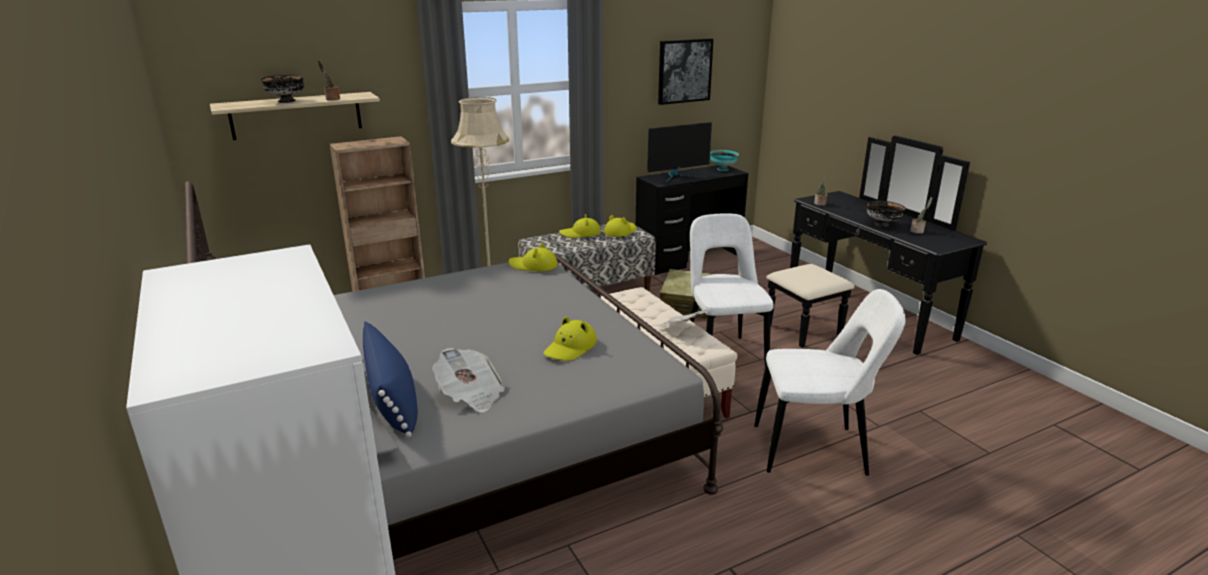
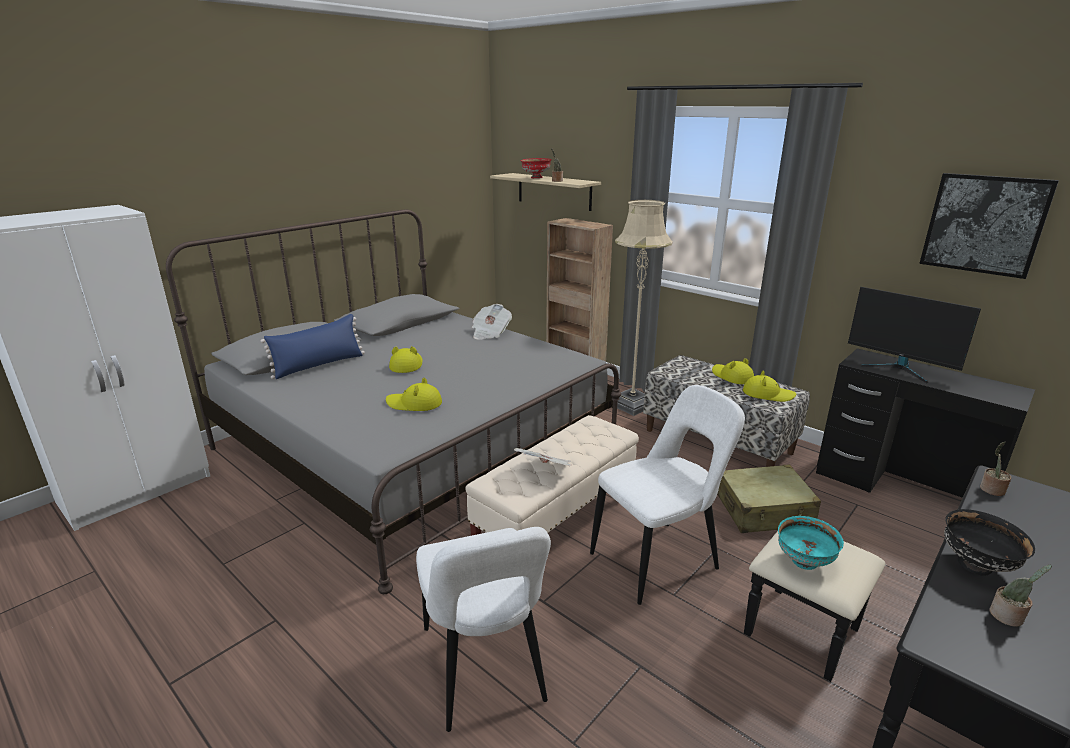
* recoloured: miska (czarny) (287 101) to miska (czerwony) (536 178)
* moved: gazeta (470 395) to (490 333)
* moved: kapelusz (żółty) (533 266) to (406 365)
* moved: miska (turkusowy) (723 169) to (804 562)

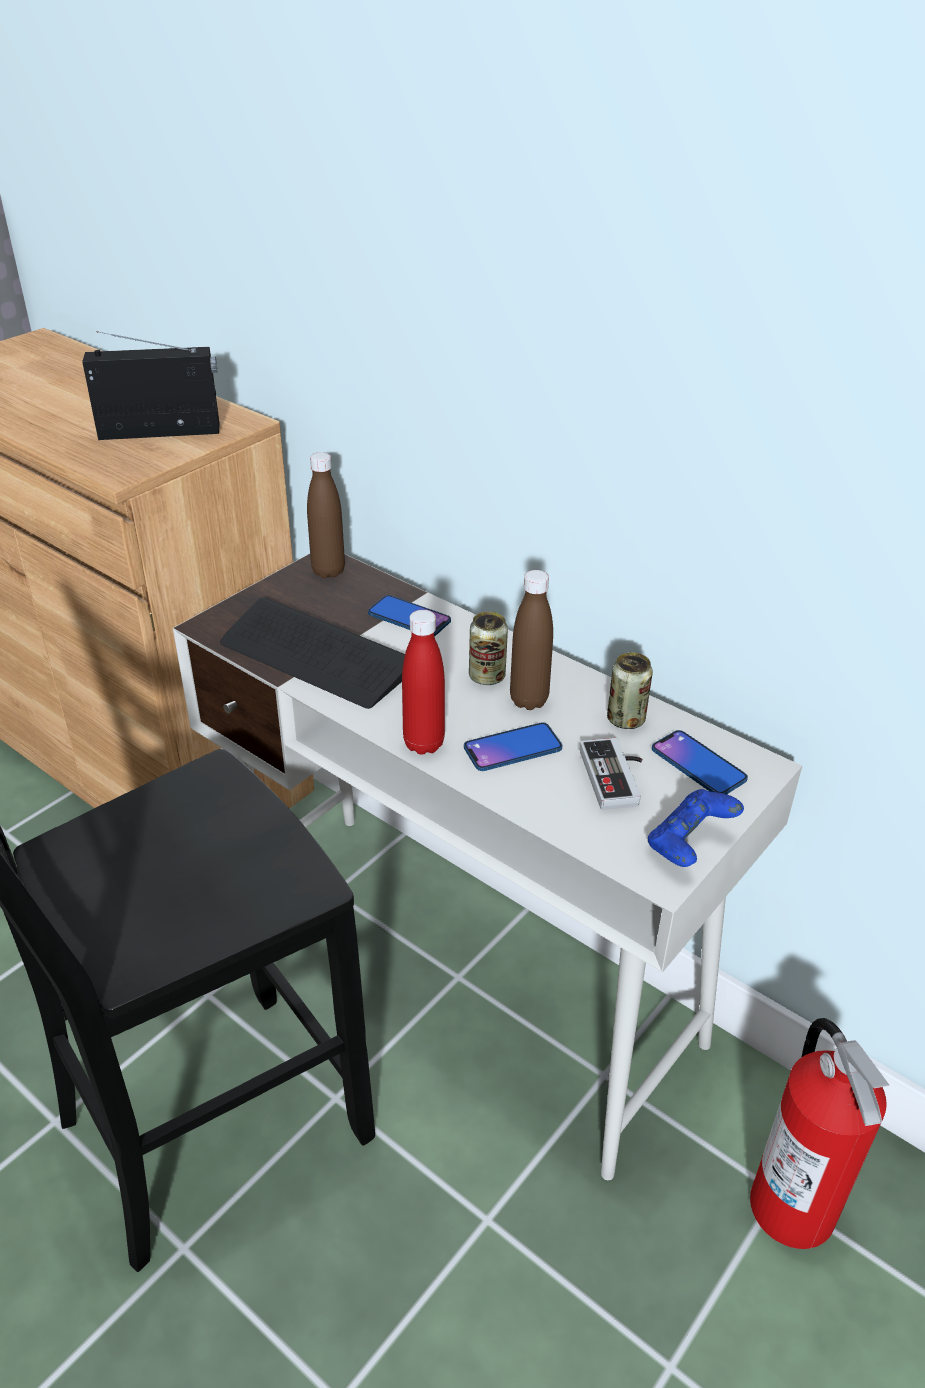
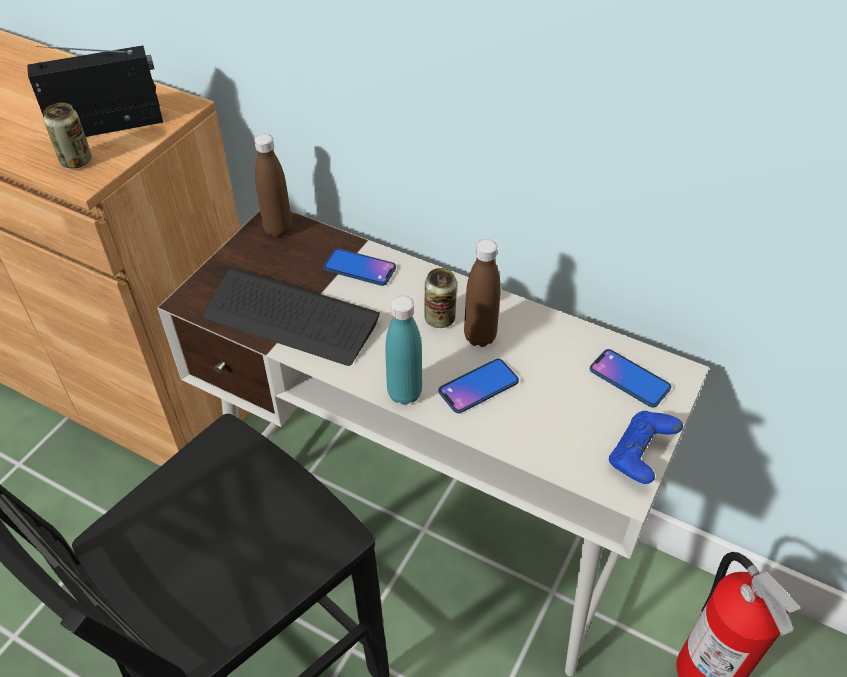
* recoloured: butelka (czerwony) (424 743) to butelka (turkusowy) (404 393)
* removed: pad do gier (617 777)
* moved: puszka (625 719) to (76 161)

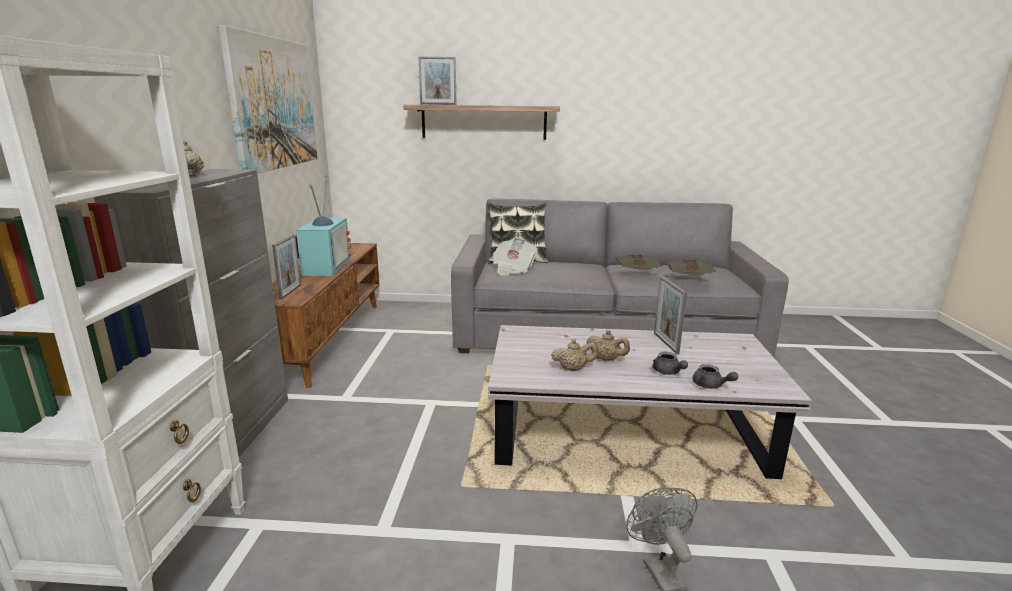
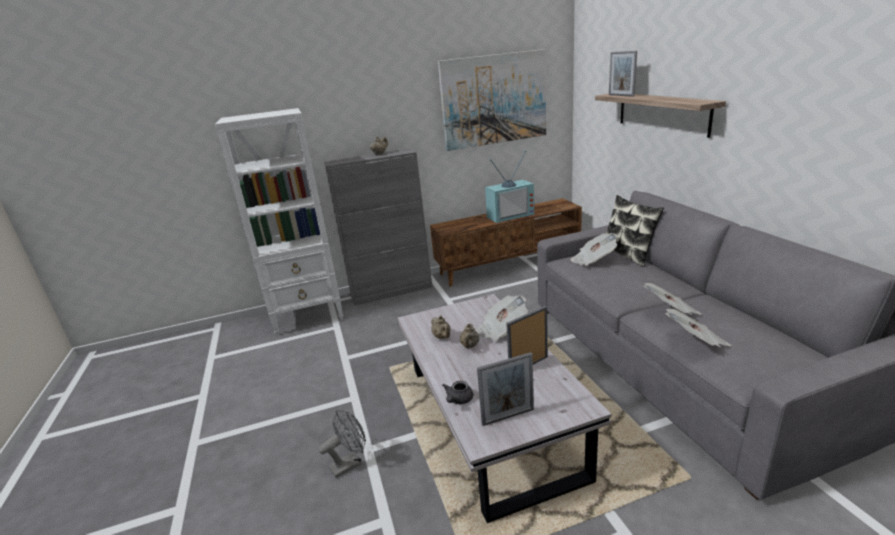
* moved: ramka na zdjęcie (290 292) to (508 417)
* removed: imbryk (szary) (668 372)
* added: gazeta (501 330)

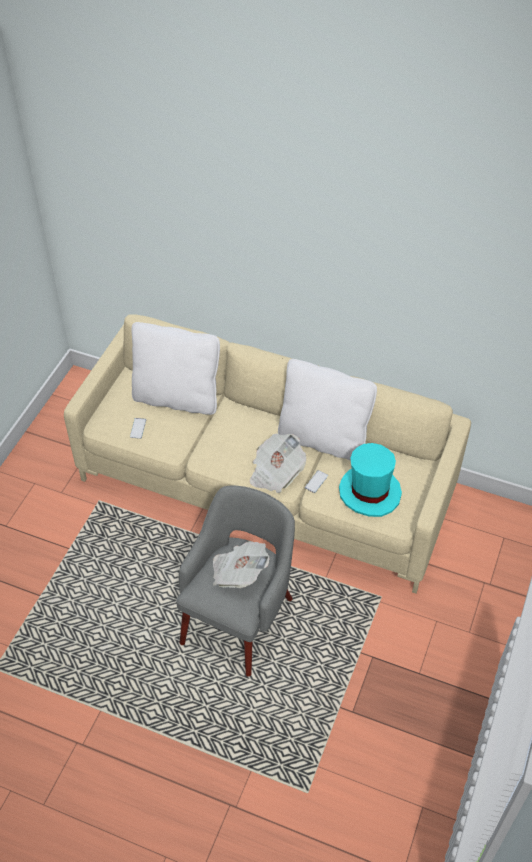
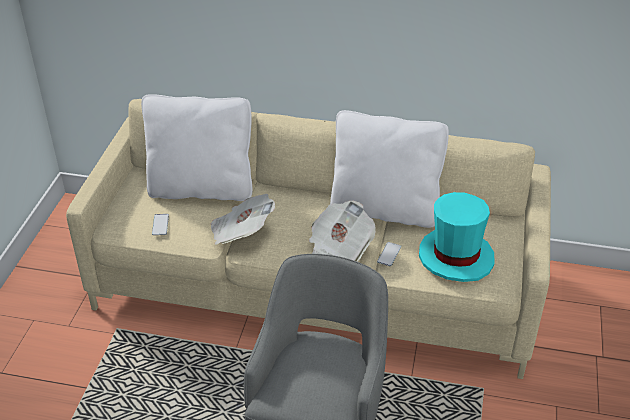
* moved: gazeta (238 572) to (241 232)

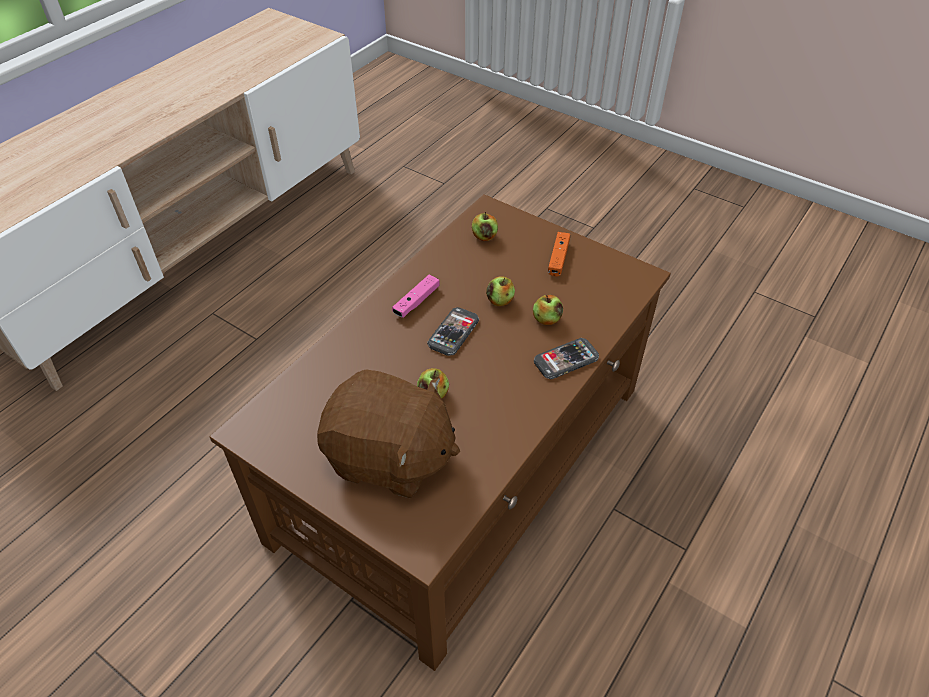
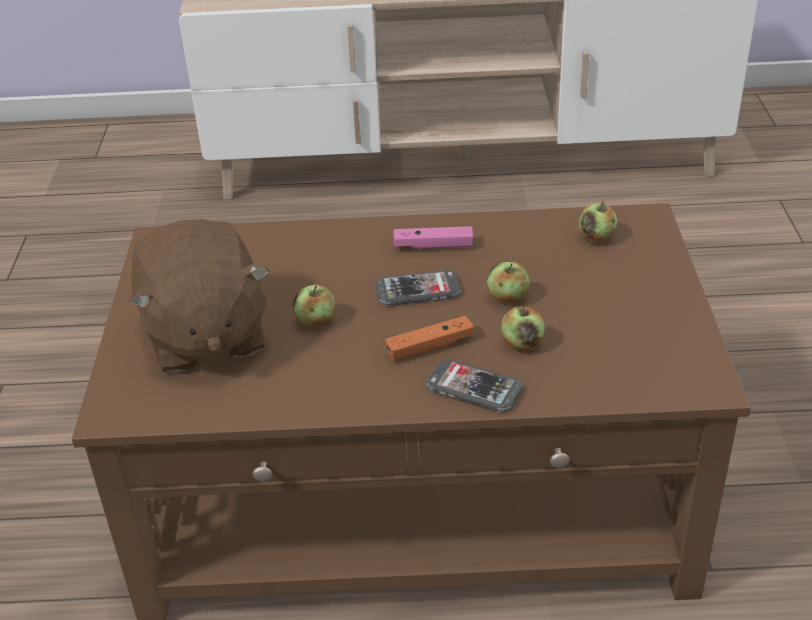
* moved: pad do gier (pomarańczowy) (558 258) to (430 346)

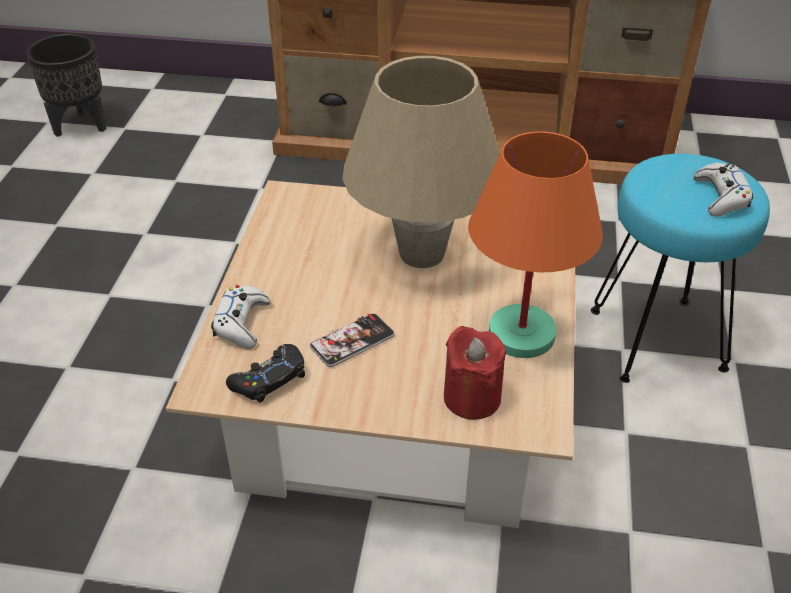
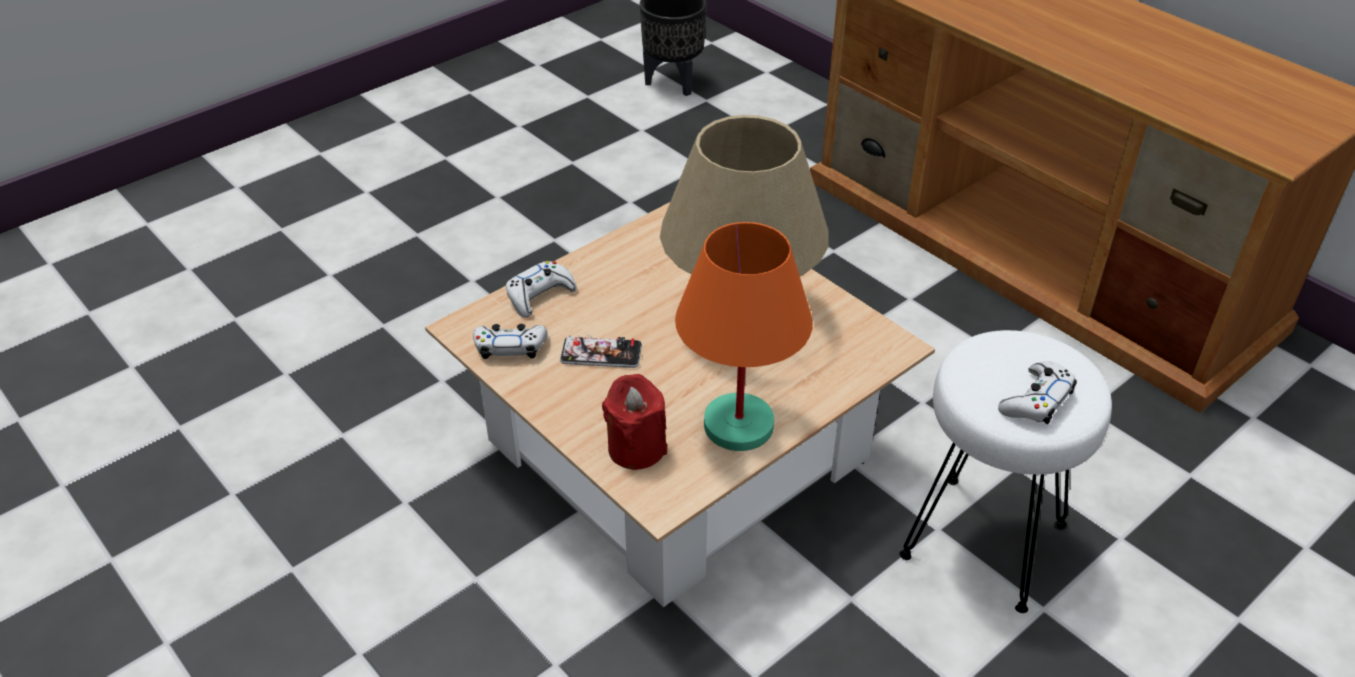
* recoloured: pad do gier (czarny) (269 379) to pad do gier (biały) (510 347)
* recoloured: stołek (turkusowy) (656 341) to stołek (biały) (982 543)

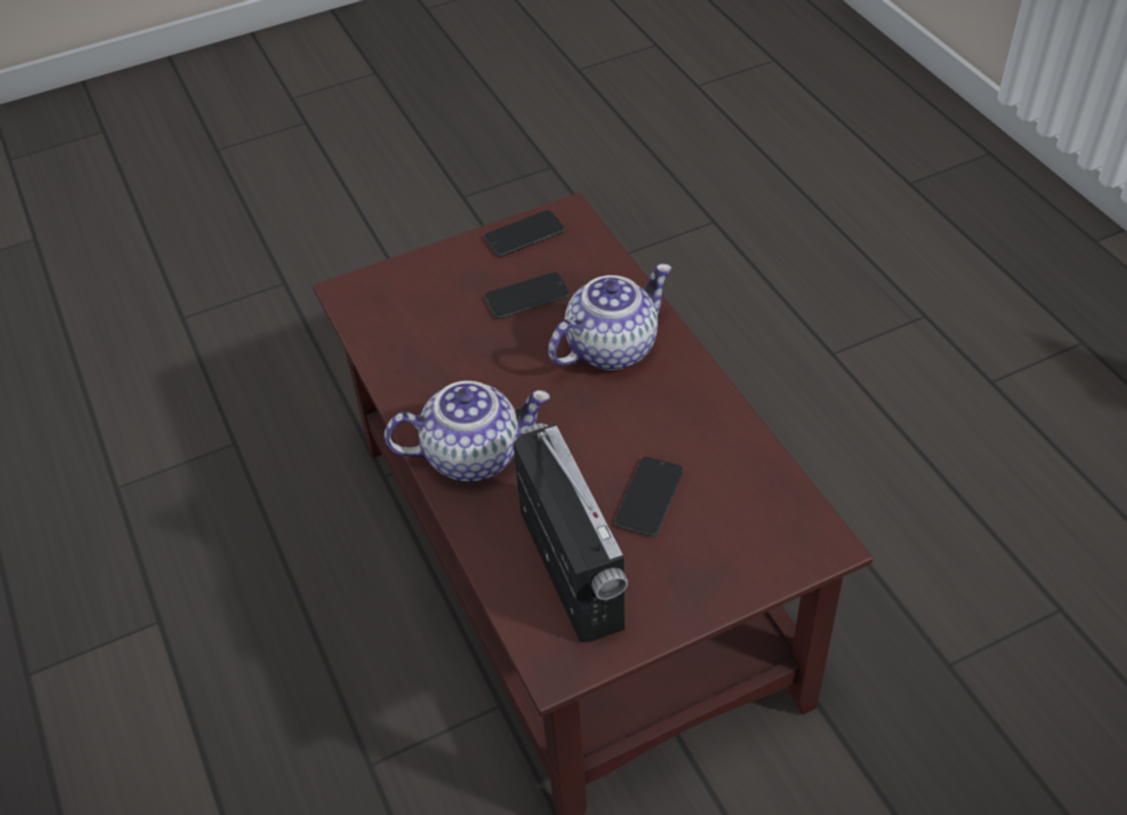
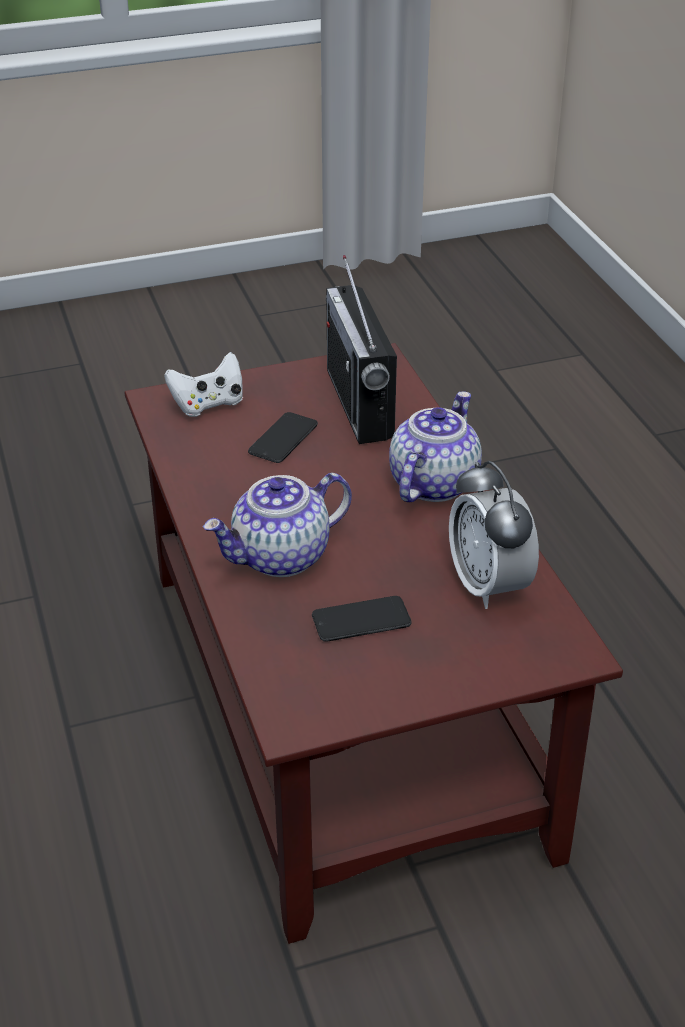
* turned: imbryk (473 454) = (432 483) 120 degrees clockwise
* removed: telefon (524 234)
* added: pad do gier (biały) (208 404)
* added: budzik (488 585)

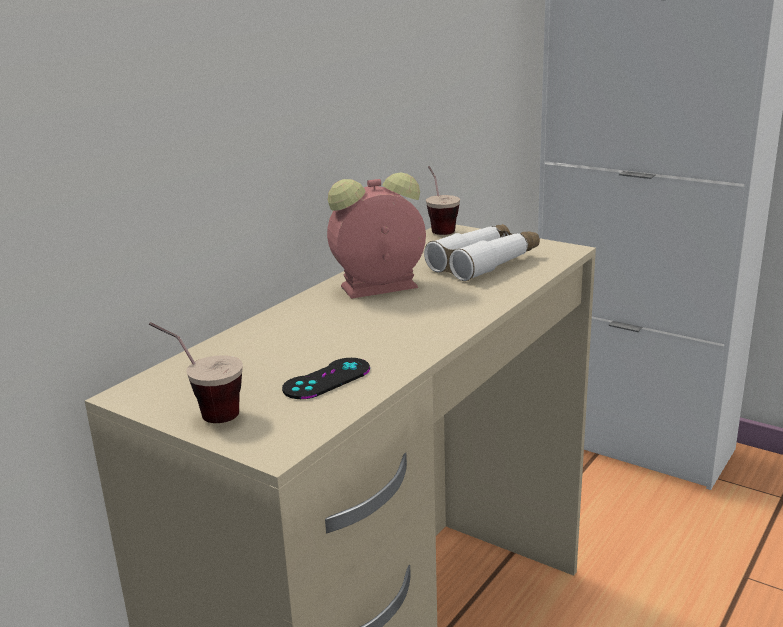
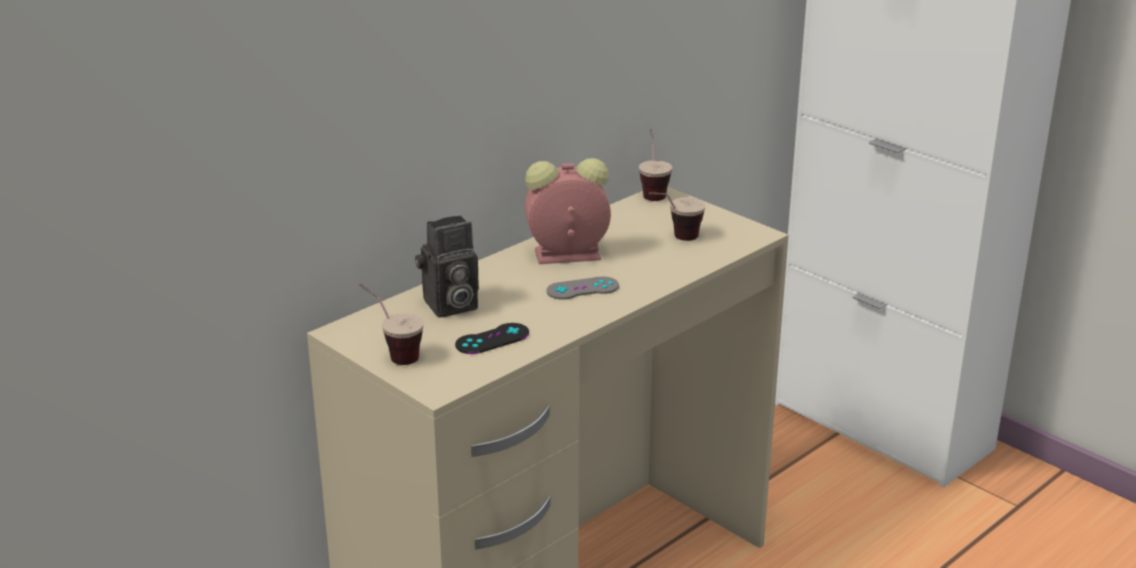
* replaced: lornetka (biały) (484 262) to filiżanka (674 239)
* added: aparat fotograficzny (449 306)
* added: pad do gier (szary) (582 289)

